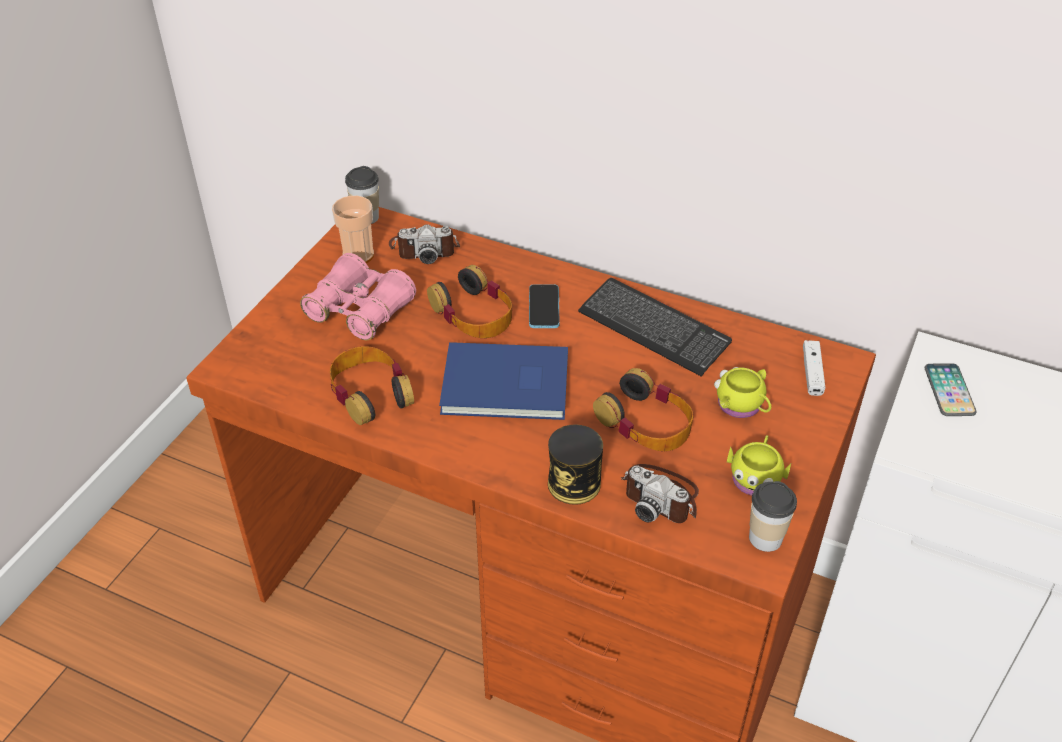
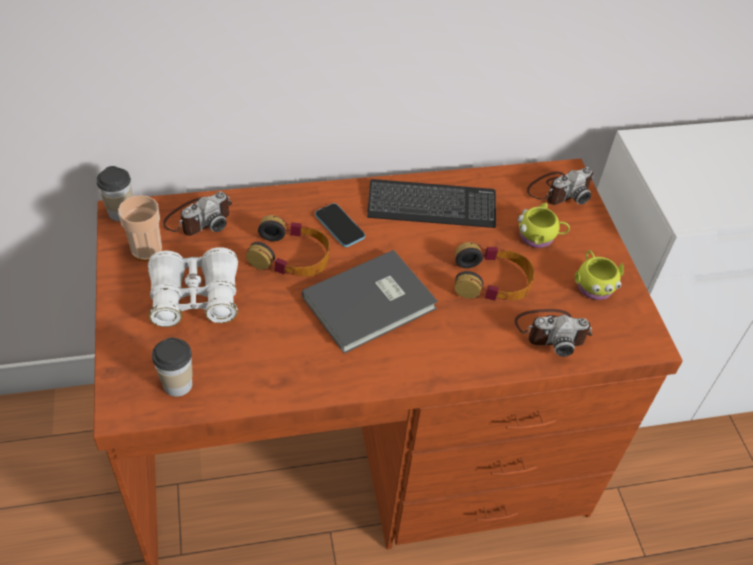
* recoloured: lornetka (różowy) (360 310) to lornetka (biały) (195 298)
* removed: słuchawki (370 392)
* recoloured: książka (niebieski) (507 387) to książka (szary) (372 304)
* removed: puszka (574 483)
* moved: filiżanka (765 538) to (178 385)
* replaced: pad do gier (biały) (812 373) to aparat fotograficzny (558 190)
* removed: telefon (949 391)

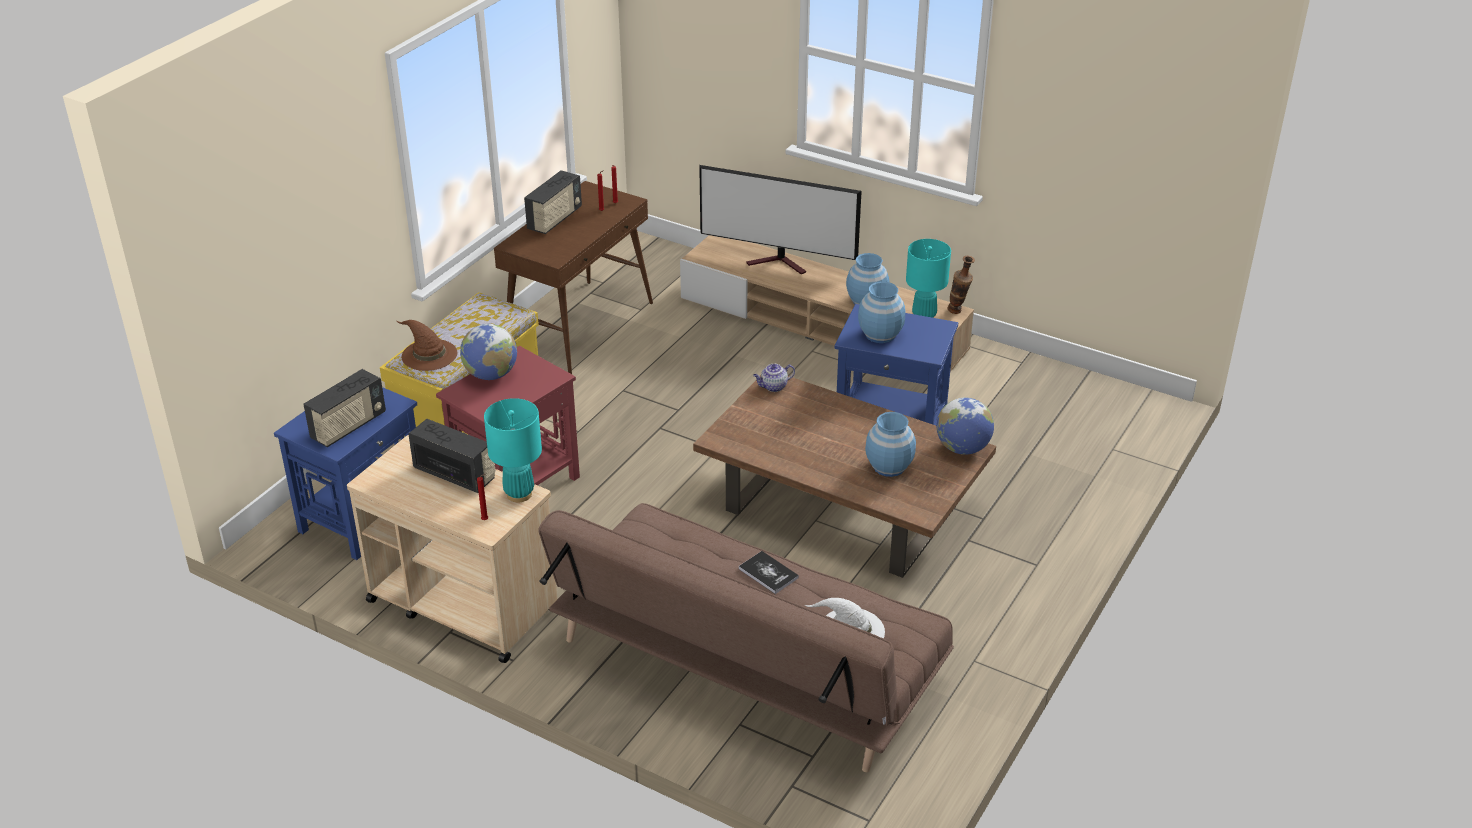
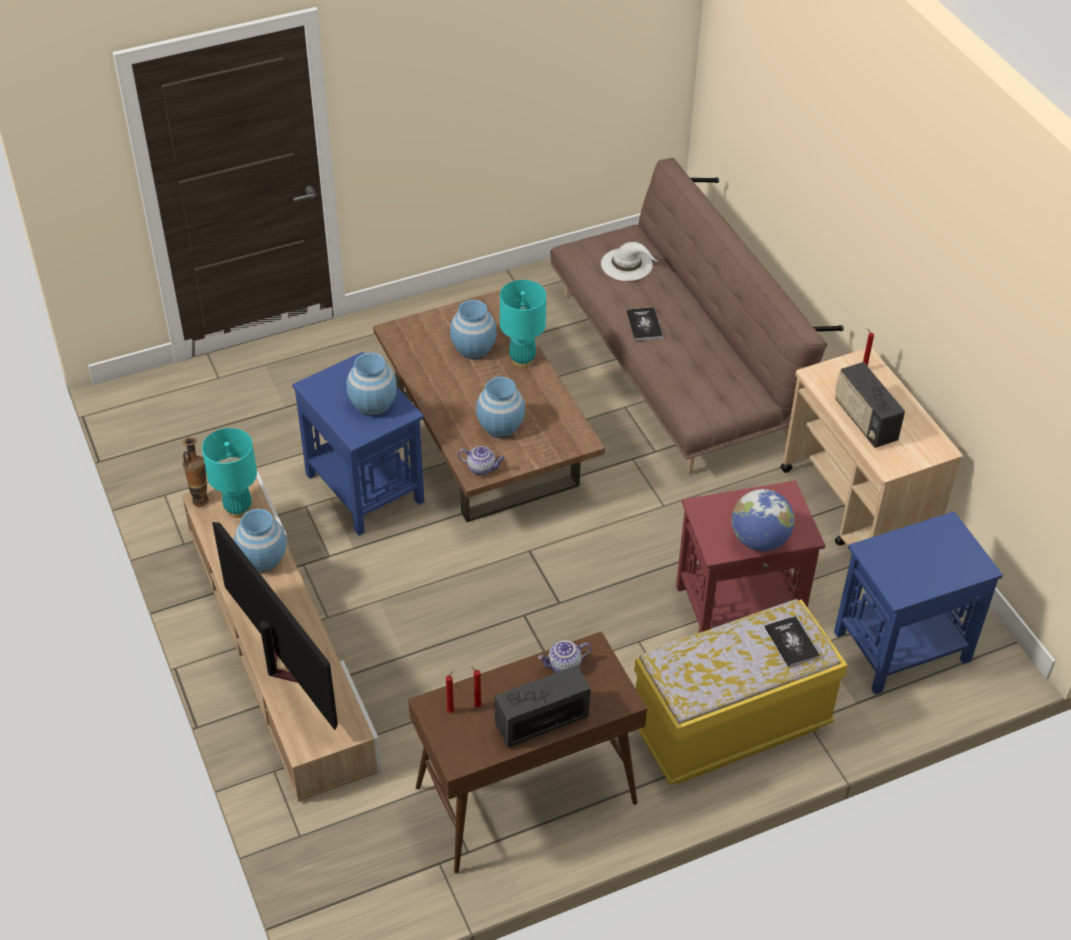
* removed: radio (348 426)
* replaced: kapelusz (brązowy) (428 354) to książka (791 642)
* moved: lampa stołowa (turkusowy) (519 494) to (522 360)
* removed: globus (962 448)
* added: wazon (niebieski) (500 426)
* added: imbryk (564 666)

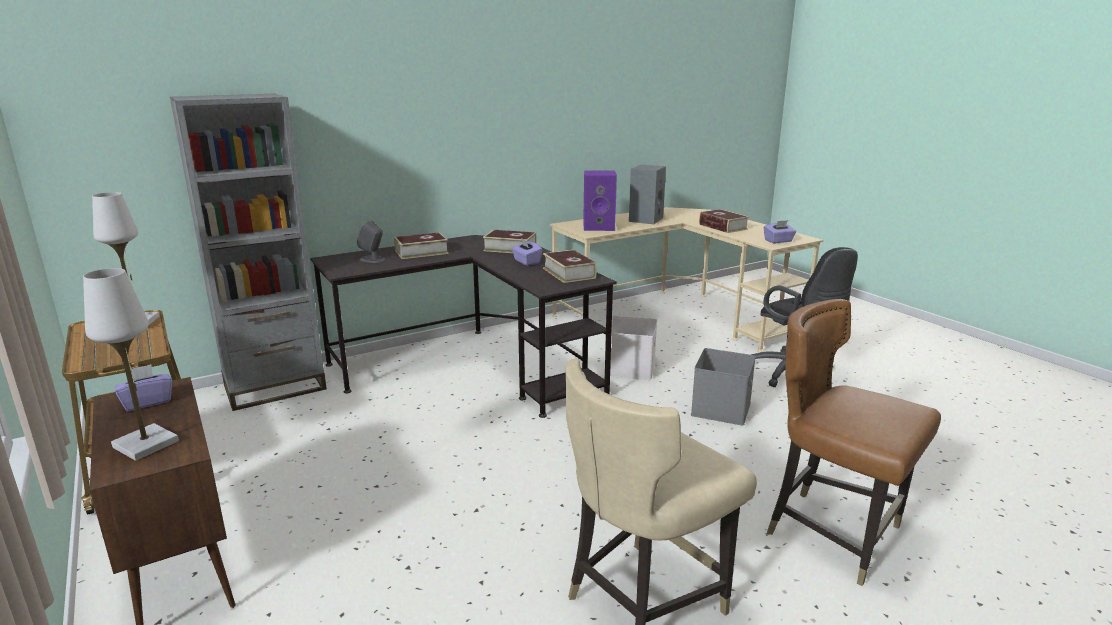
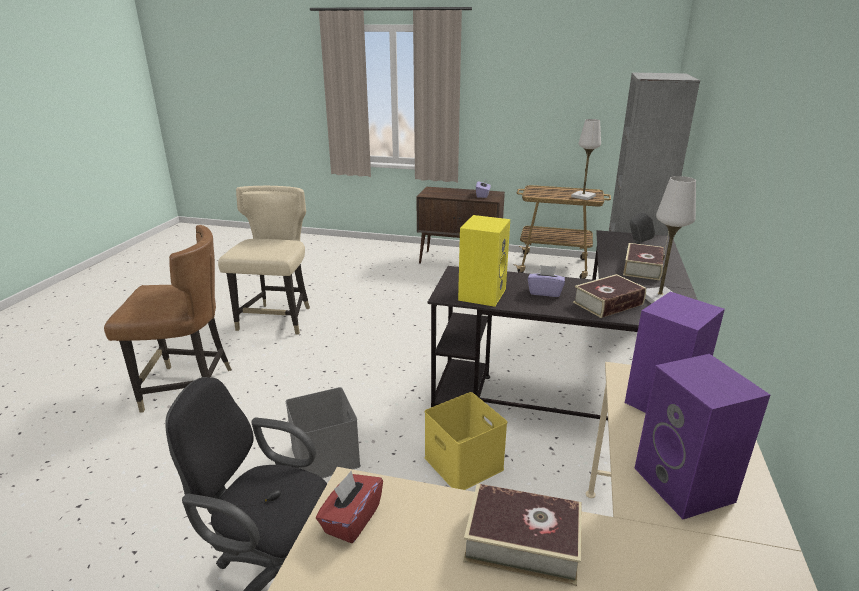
* moved: lampa stołowa (biały) (146 444) to (659 298)
* replaced: książka (569 273) to głośnik (żółty) (481 294)
* recoloured: pojemnik do przechowywania (biały) (631 368) to pojemnik do przechowywania (żółty) (461 463)
* recoloured: głośnik (szary) (645 219) to głośnik (fioletowy) (686 485)
* recoloured: pudełko chusteczek (fioletowy) (778 241) to pudełko chusteczek (czerwony) (351 520)

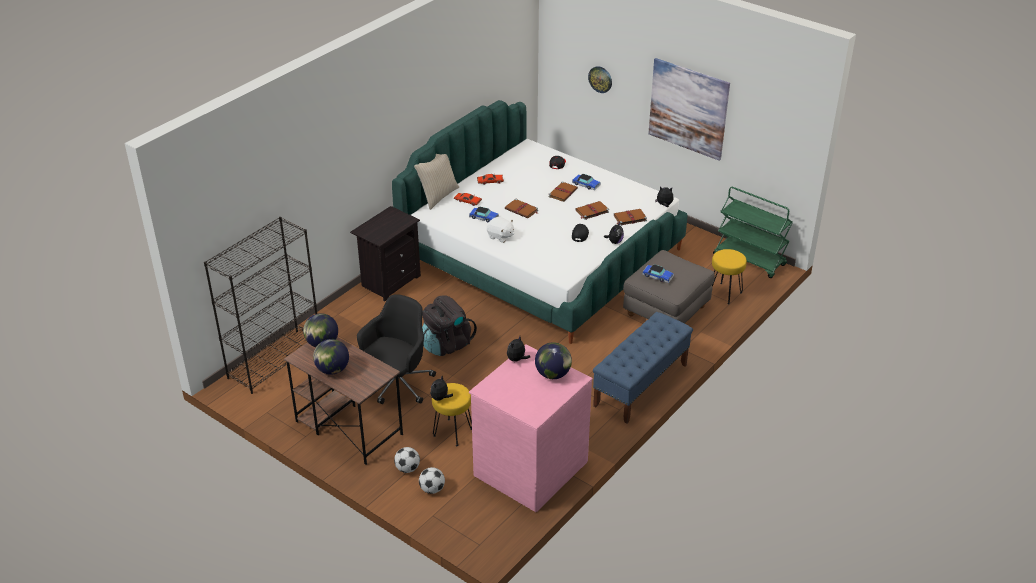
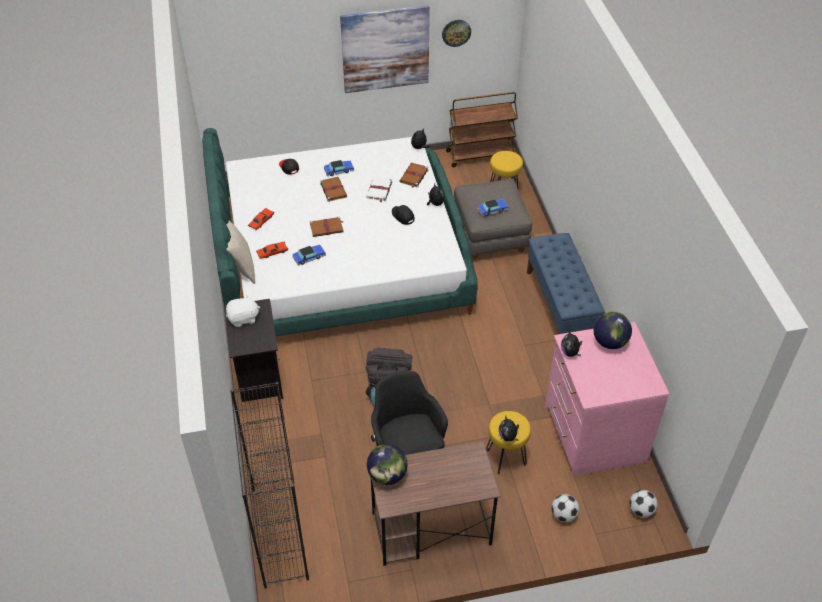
* removed: globus (332 370)
* moved: piłka futbolowa (407 469) to (641 510)
* moved: pluszak (biały) (500 236) to (243 318)
* recoloured: książka (brązowy) (591 211) to książka (biały) (379 190)
* moved: zegar ścienny (600 79) to (456 32)
* recoloured: wózek (zielony) (750 260) to wózek (brązowy) (480 154)

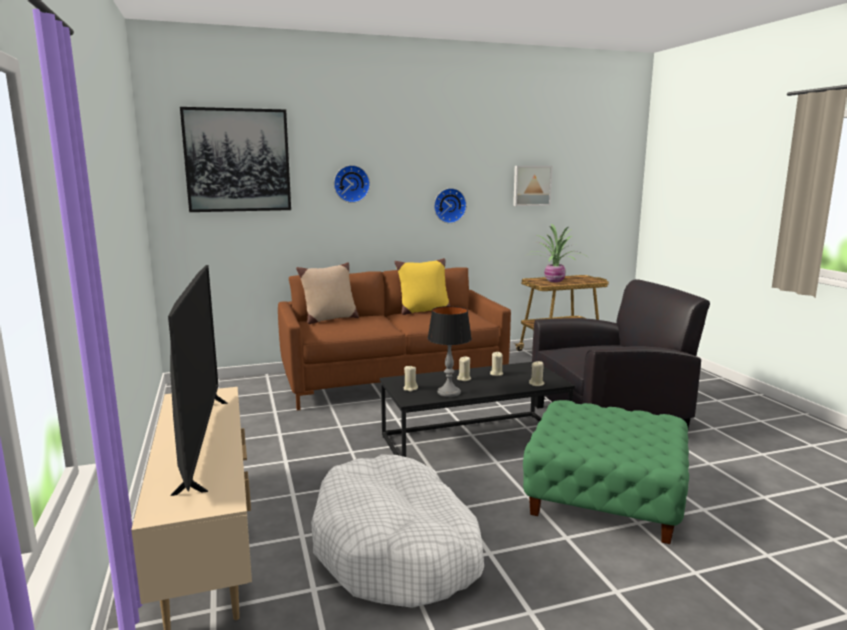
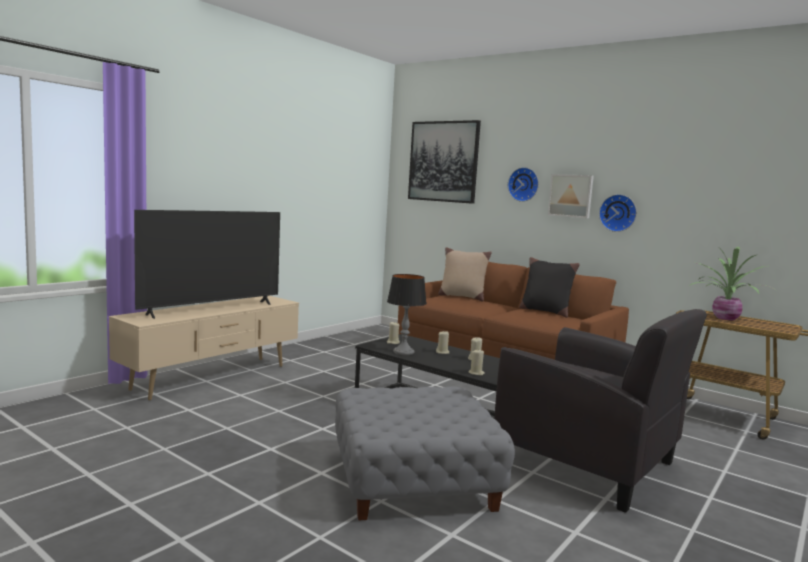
* removed: legowisko (biały) (397 549)
* recoloured: poduszka (żółty) (423 311) to poduszka (czarny) (545 312)
* moved: obraz (531 185) to (571 195)
* recoloured: pufa (zielony) (605 495) to pufa (szary) (414 480)

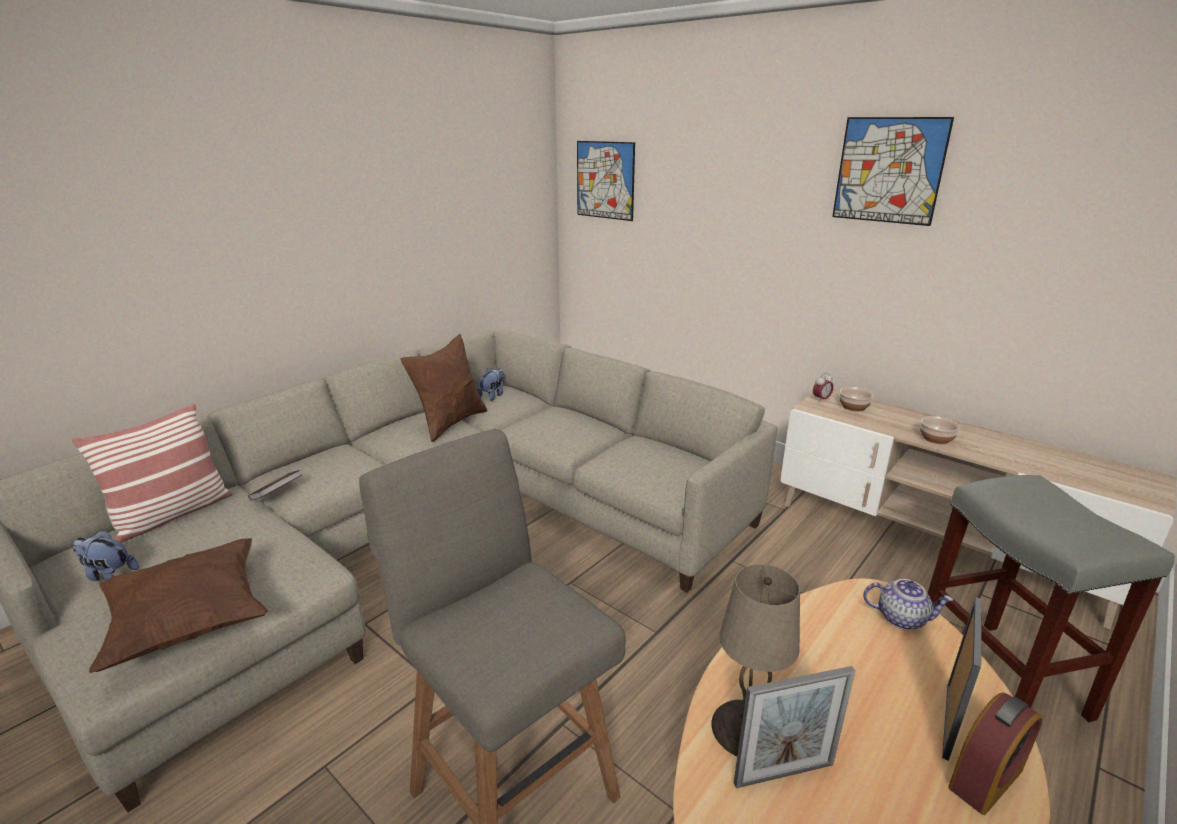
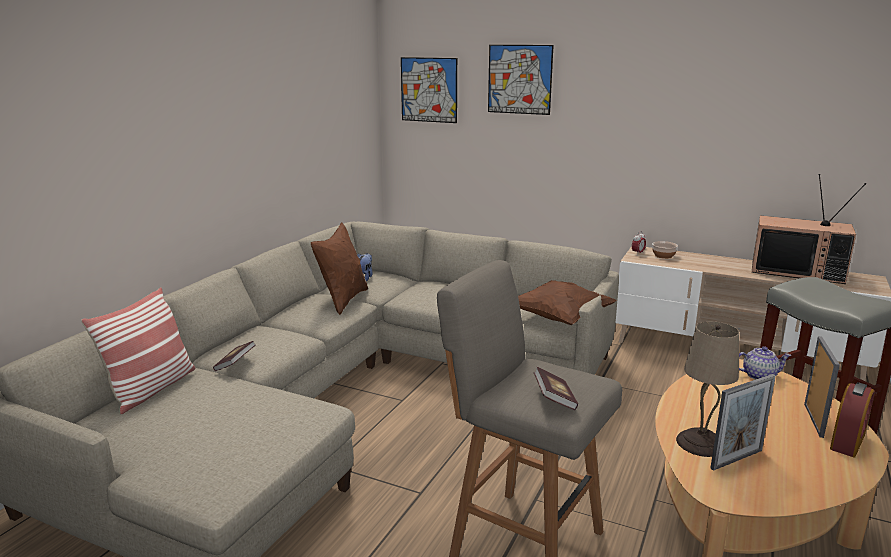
* removed: pluszak (109 575)
* moved: poduszka (brązowy) (190 622) to (559 319)
* moved: obraz (889 170) to (519 79)
* removed: miska (936 438)
* added: książka (554 399)
* added: telewizor (798 271)

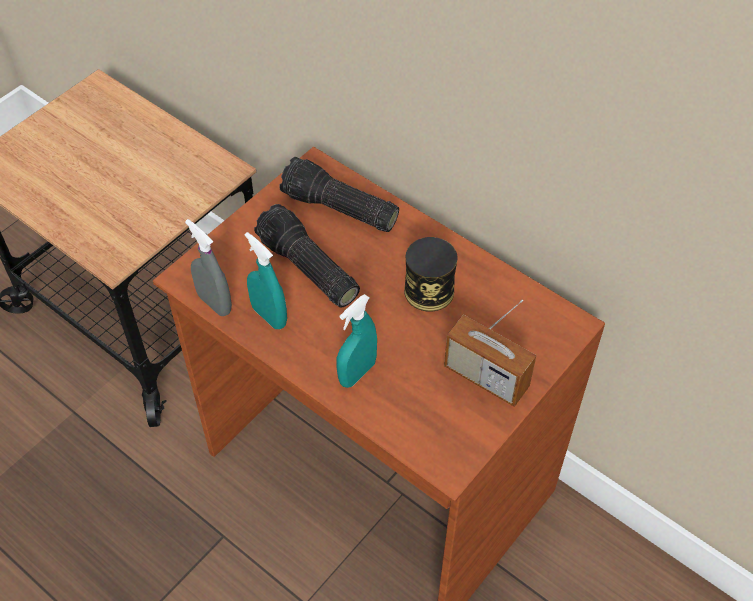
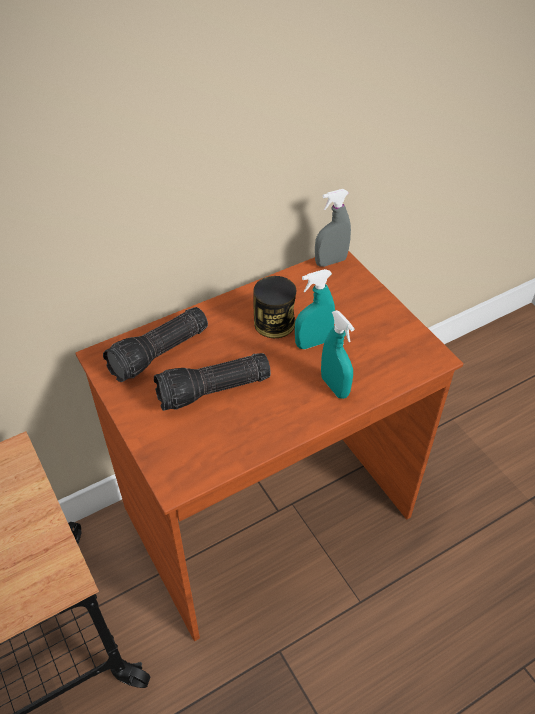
* moved: spryskiwacz (szary) (214 303) to (330 261)
* moved: spryskiwacz (turkusowy) (269 316) to (313 343)
* removed: radio (486 377)

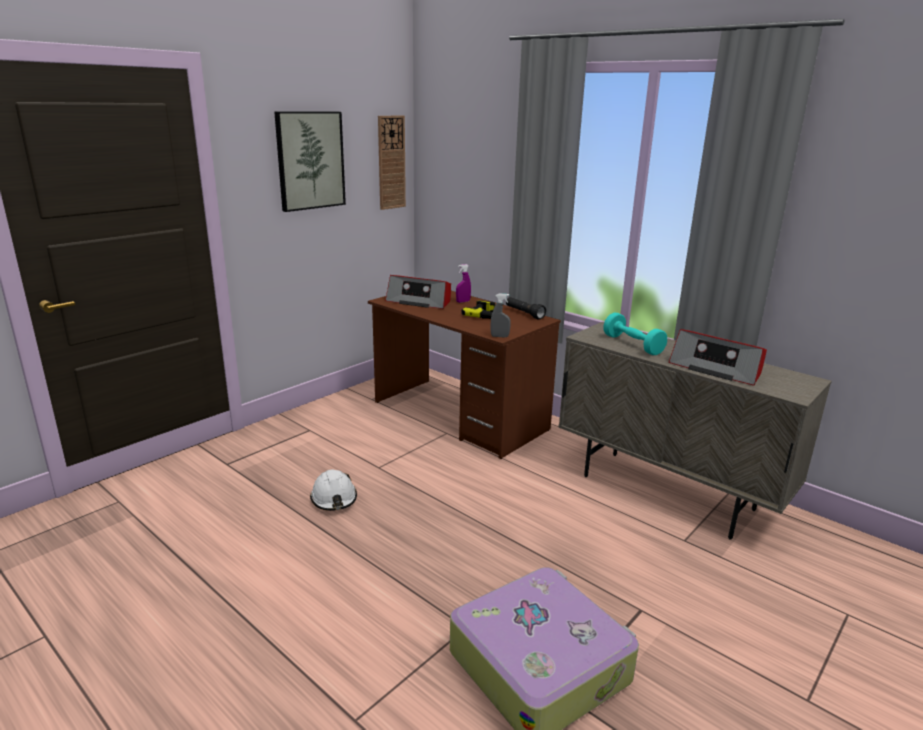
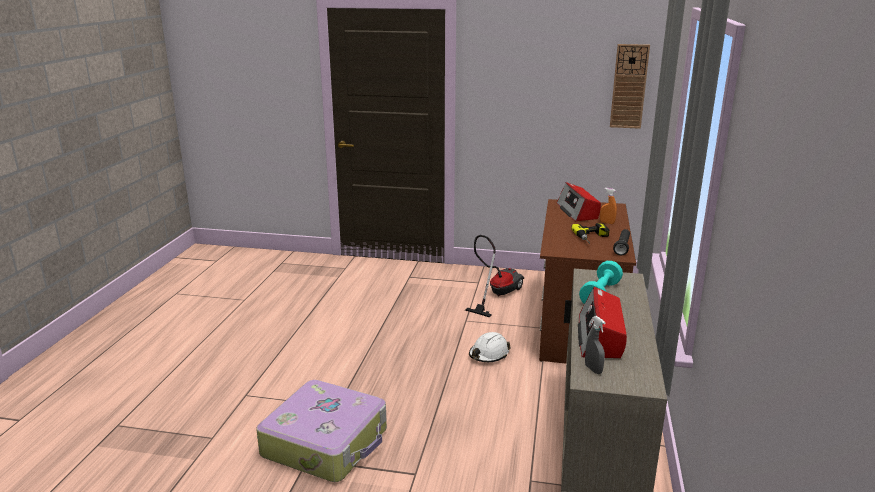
* removed: obraz (310 160)
* moved: kask (biały) (334 499) to (488 354)
* recoloured: spryskiwacz (fioletowy) (463 301) to spryskiwacz (pomarańczowy) (607 223)
* moved: spryskiwacz (szary) (499 336) to (593 369)
* added: odkurzacz (496 294)

